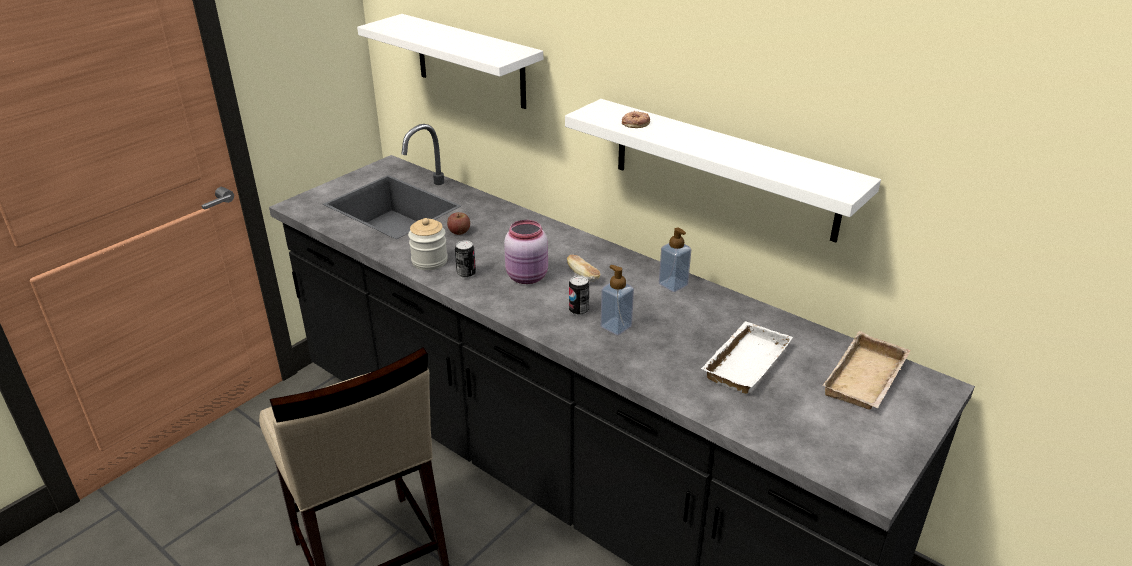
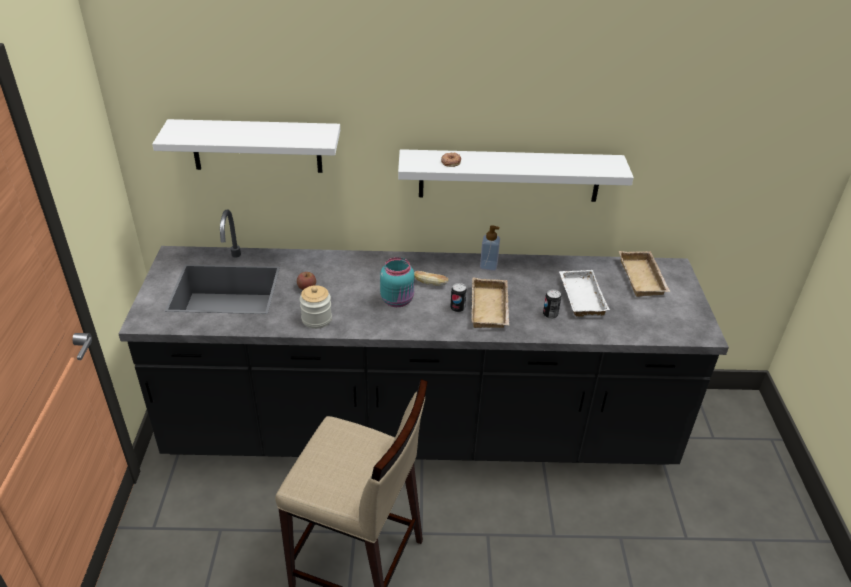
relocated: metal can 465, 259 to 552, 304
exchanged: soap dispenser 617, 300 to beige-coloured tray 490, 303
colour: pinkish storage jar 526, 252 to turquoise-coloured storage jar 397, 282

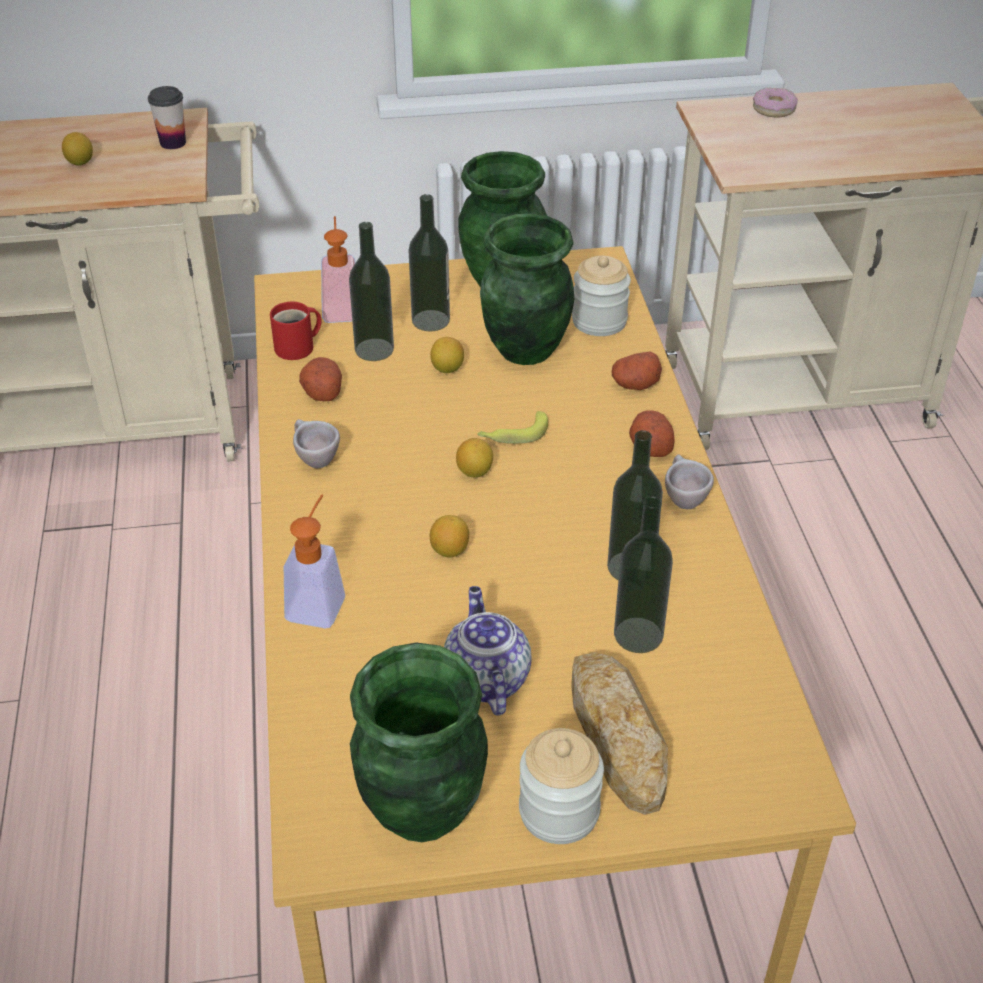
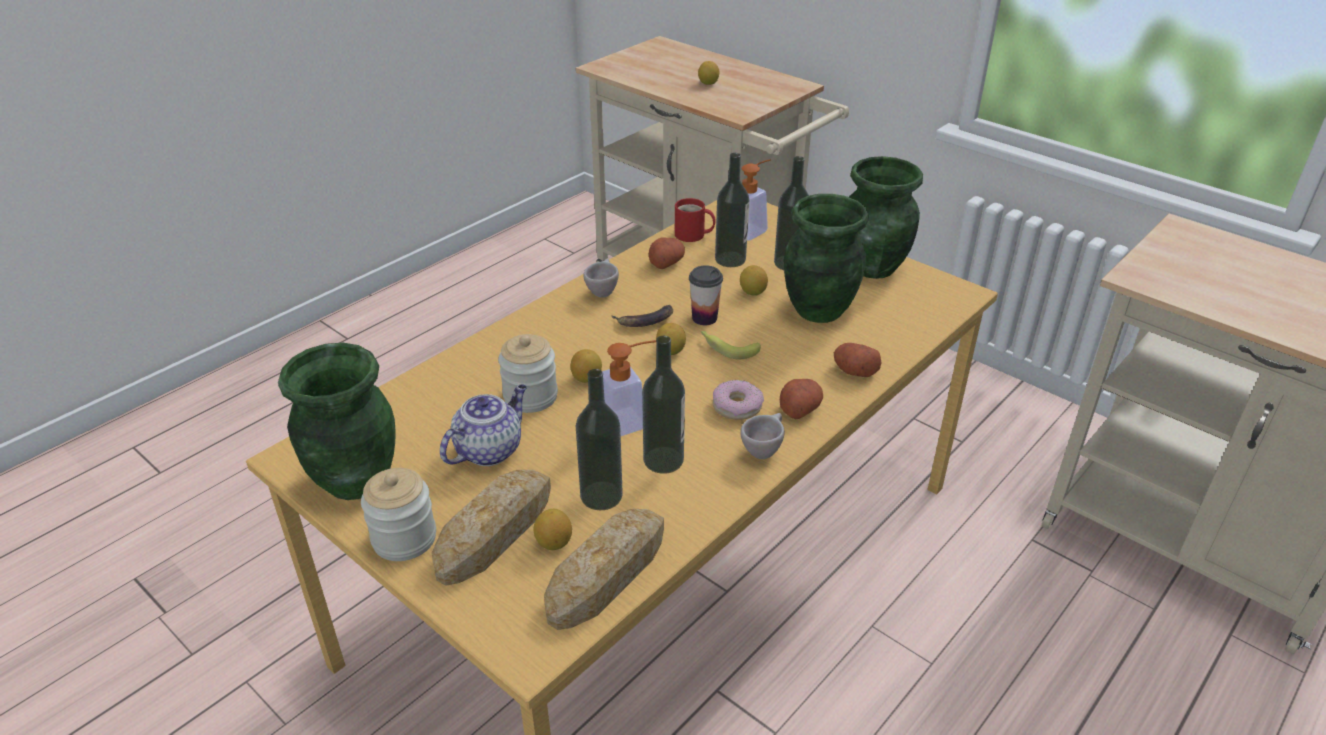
appeared: citrus fruit 552, 529; bread 604, 569; whole banana 642, 316
relocated: drinking cup 167, 117 to 706, 295; soap dispenser 314, 561 to 629, 388; storage jar 601, 296 to 528, 373; donut 775, 103 to 738, 400

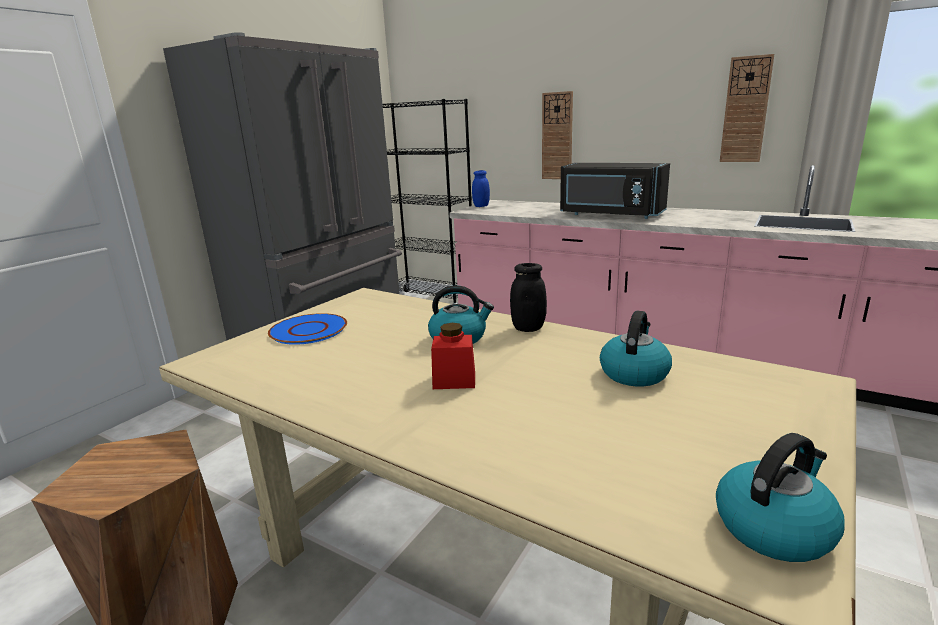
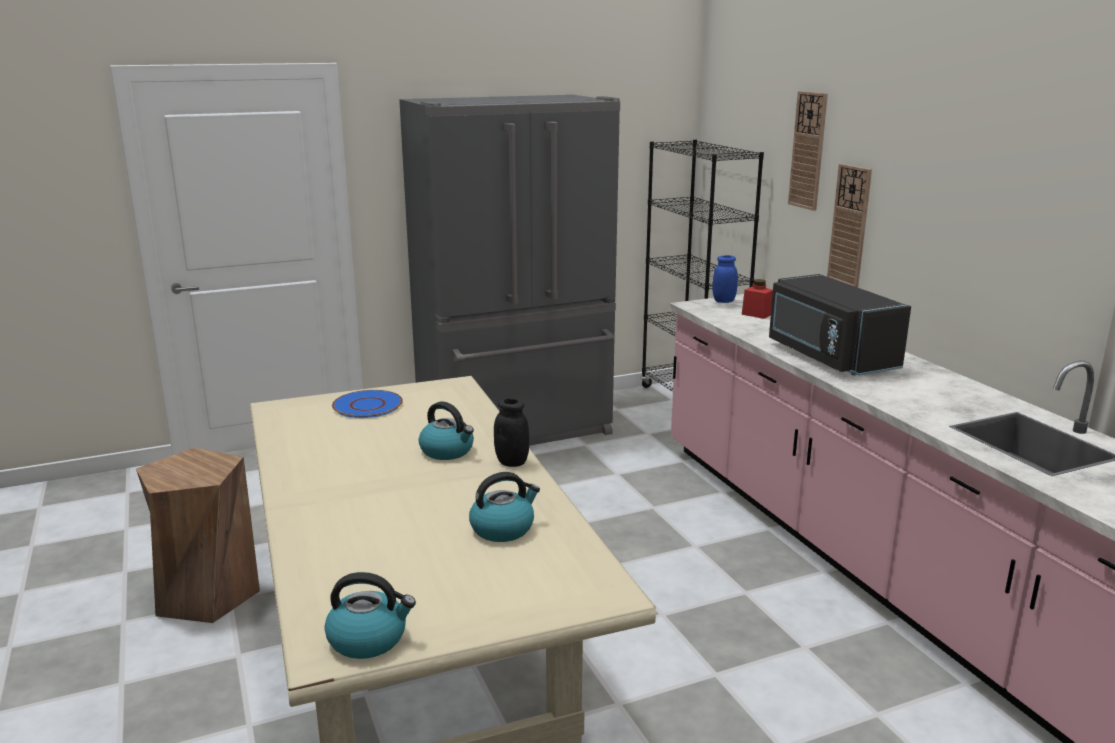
relocated: red-coloured storage jar 453, 356 to 757, 299; clock on the wall 747, 108 to 808, 151

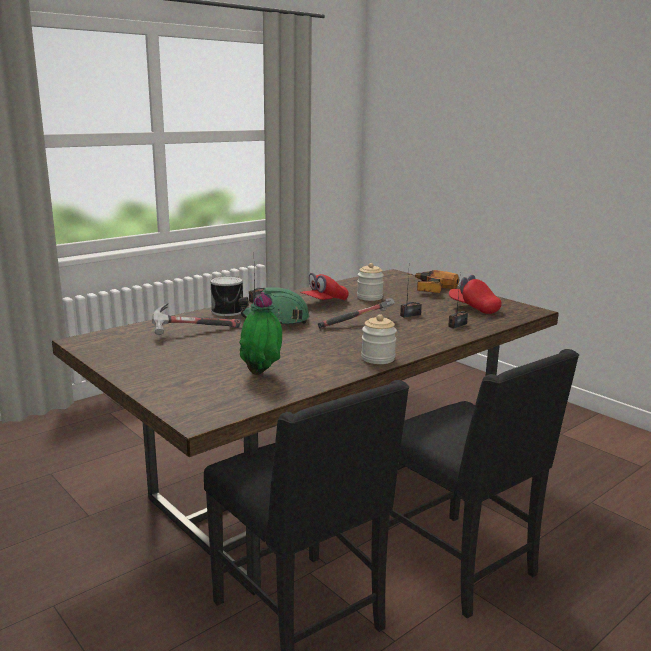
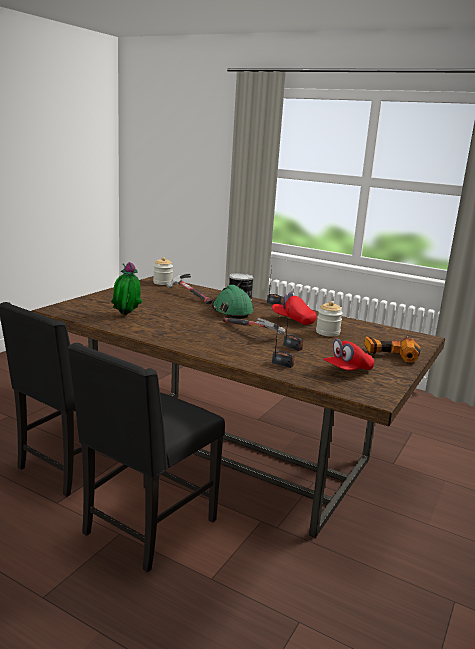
relocated: storage jar 379, 339 to 163, 271
spun: red-coloured peaked cap 475, 294 = 348, 355 150 degrees counterclockwise

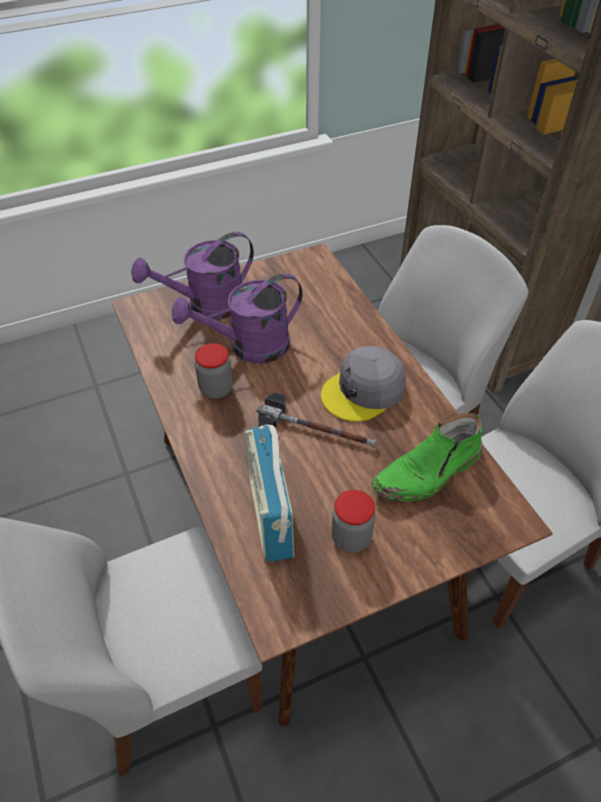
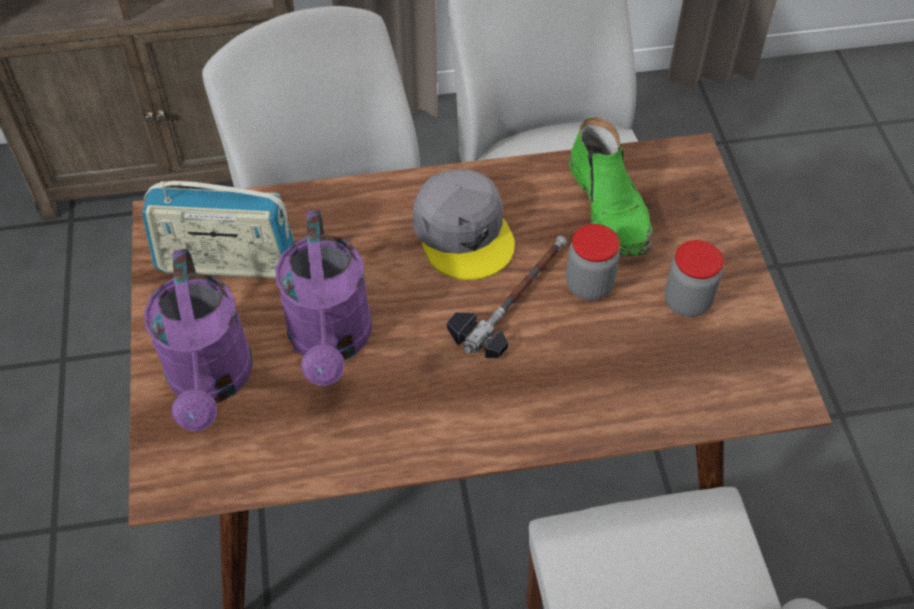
relocated: storage jar 214, 371 to 593, 262; radio receiver 269, 493 to 218, 229

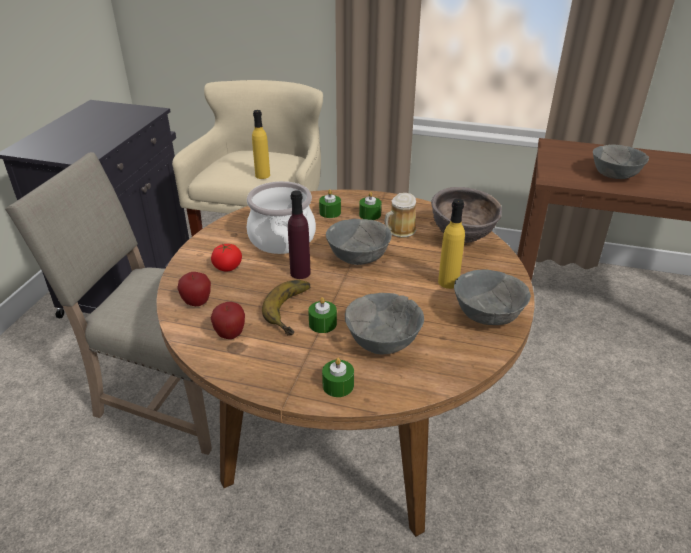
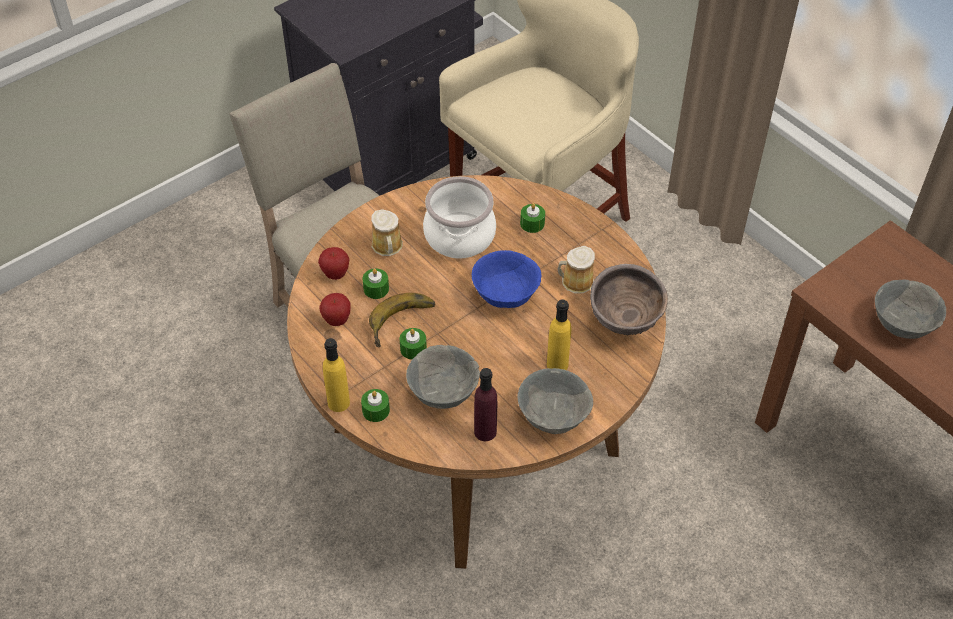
relocated: yellowish beverage bottle 261, 144 to 336, 375; purple beverage bottle 299, 234 to 485, 404; green-coloured wax candle 370, 205 to 375, 284
exchanged: tomato 226, 257 to mug 387, 232
colour: greyish bowl 359, 242 to bluish bowl 507, 279

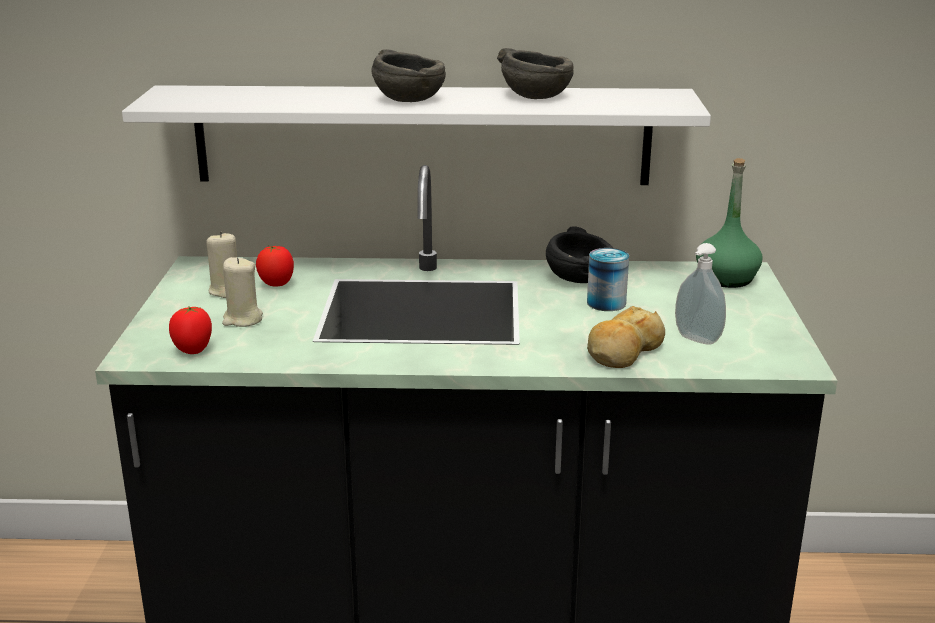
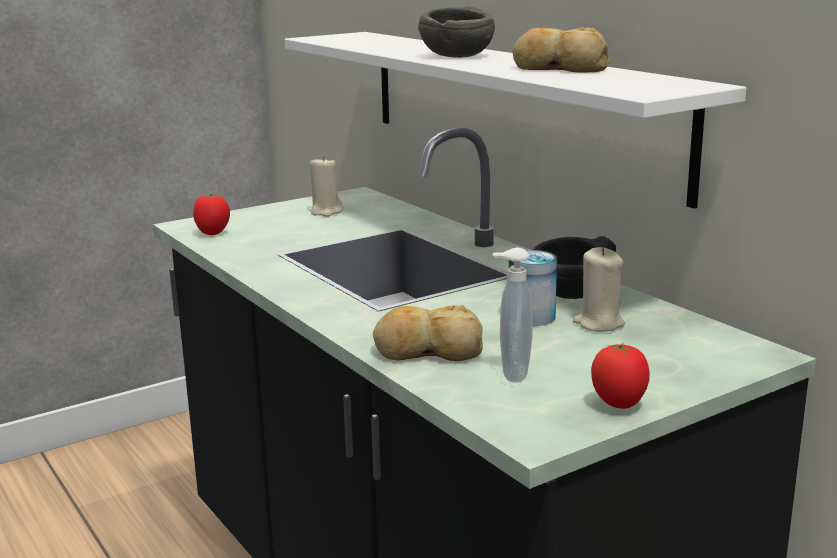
missing: green-coloured beverage bottle 729, 223
relocated: beige-coloured wax candle 242, 292 to 599, 289; tomato 275, 266 to 620, 376
exchanged: greyish bowl 535, 73 to bread 561, 50

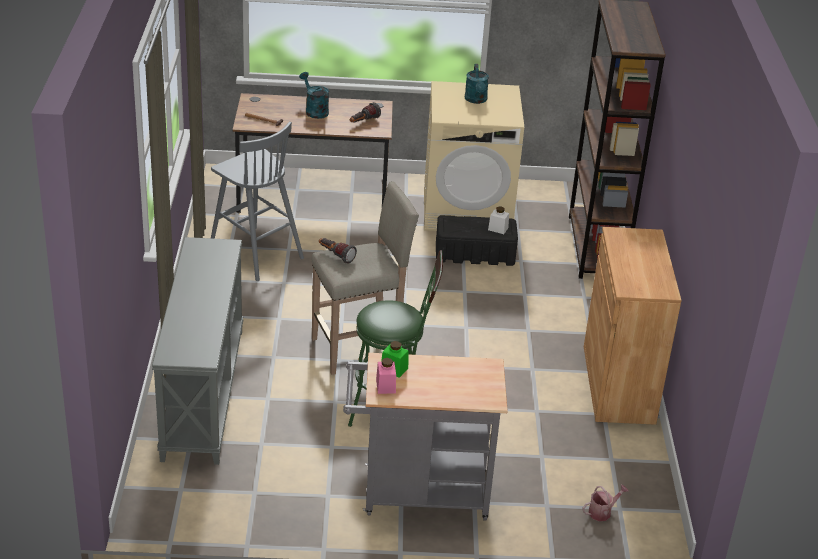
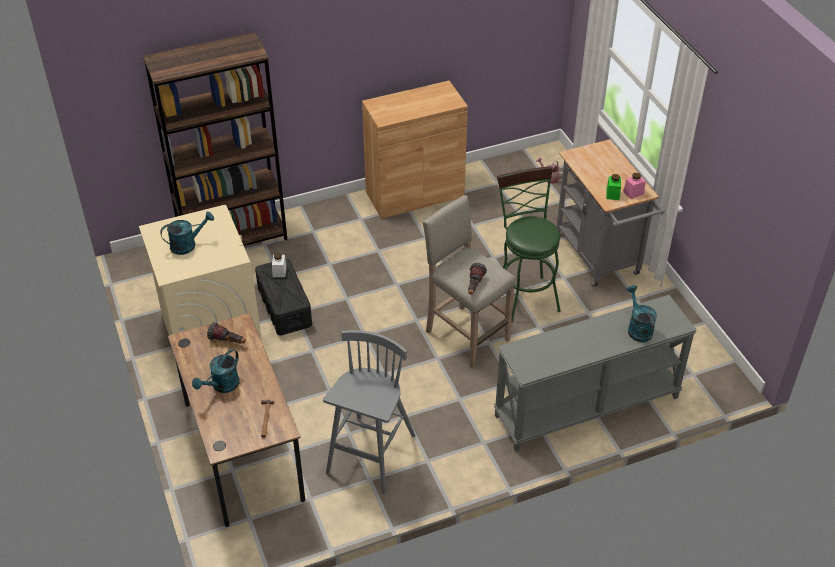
appeared: turquoise-coloured sprinkling can 642, 313

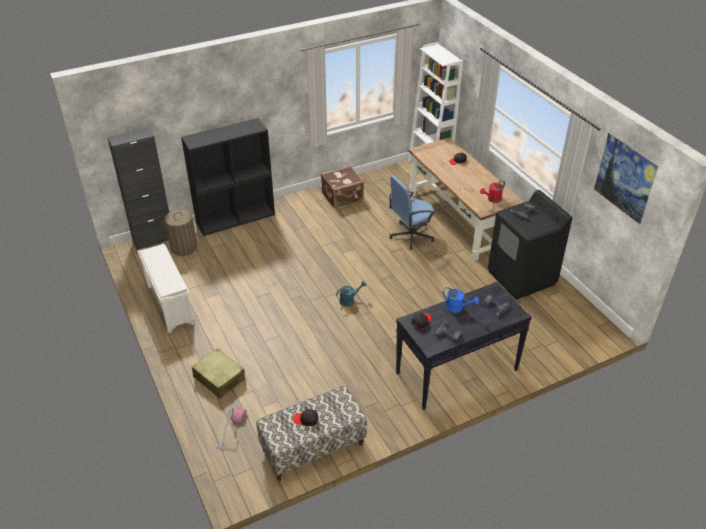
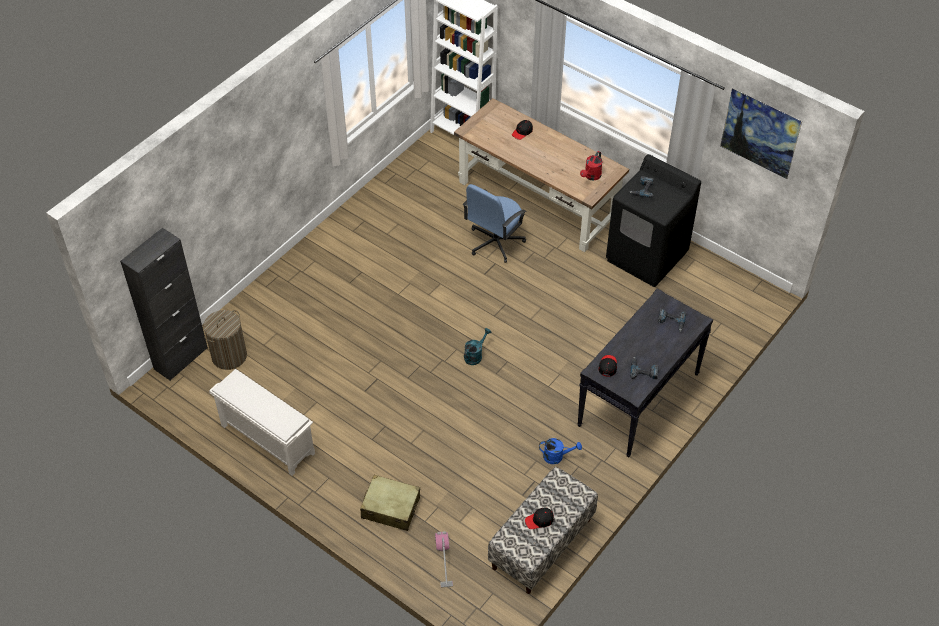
missing: blackish shelving unit 228, 177; brown travel case 342, 186
relocated: bluish sprinkling can 461, 300 to 560, 451

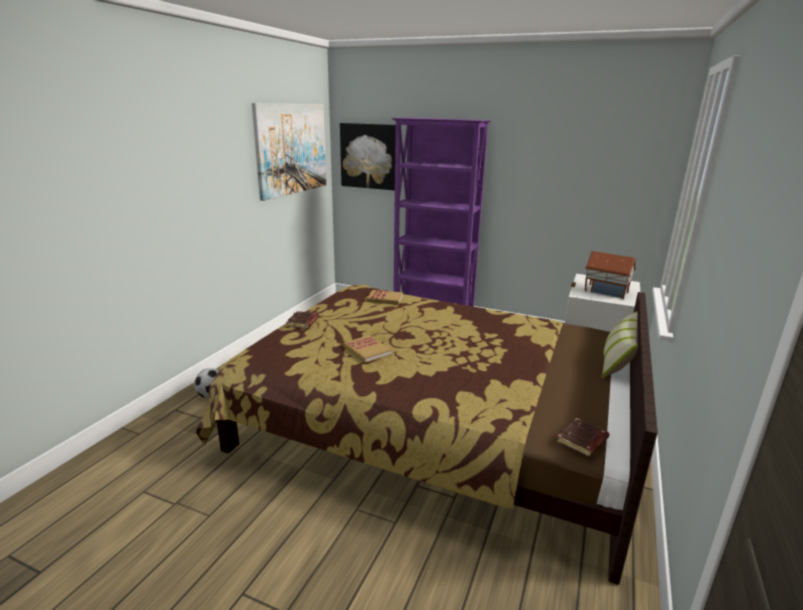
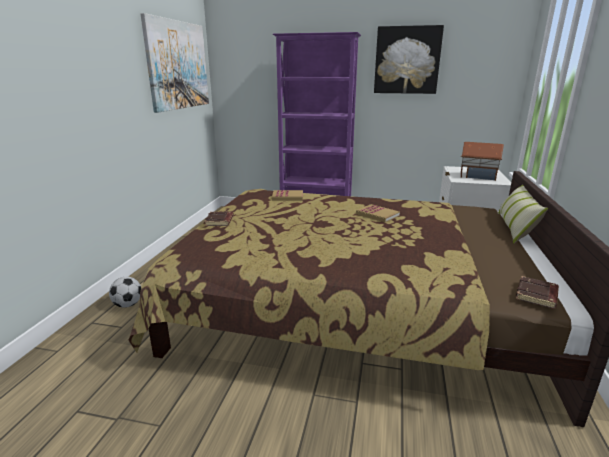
relocated: wall picture 368, 156 to 409, 59; volume 367, 349 to 378, 213

